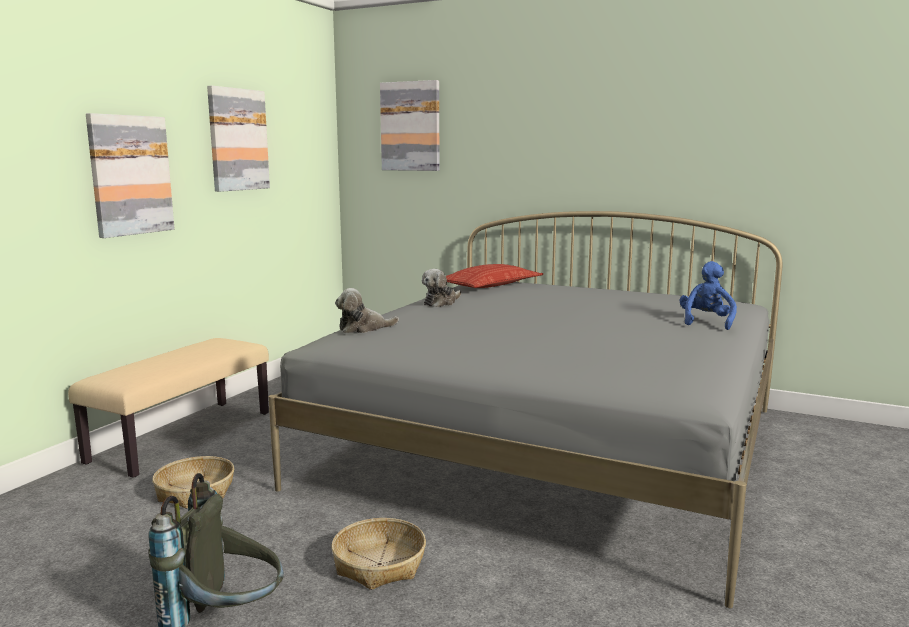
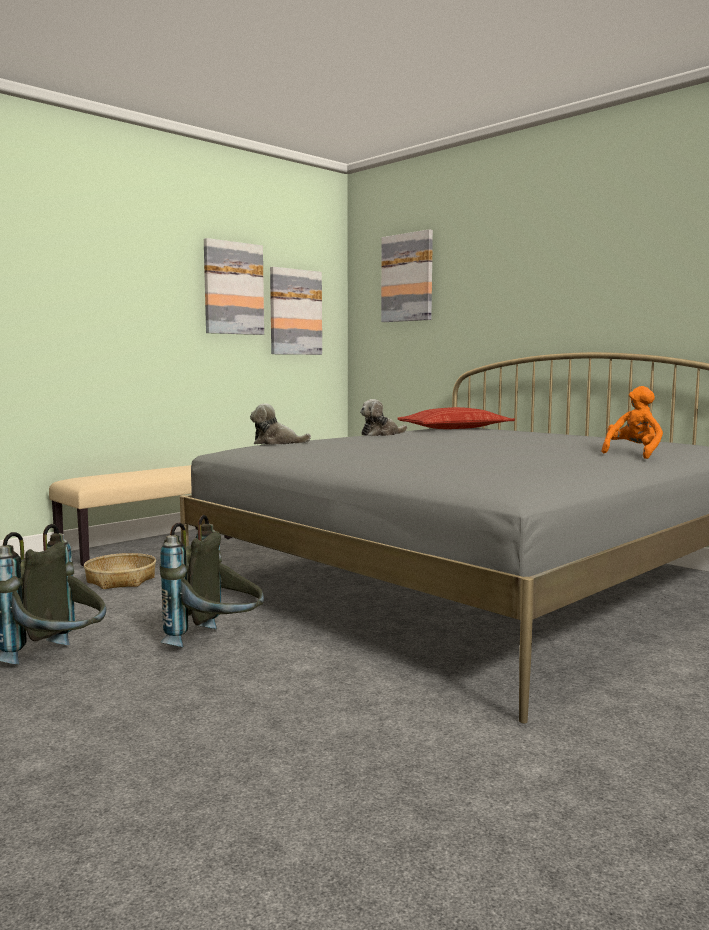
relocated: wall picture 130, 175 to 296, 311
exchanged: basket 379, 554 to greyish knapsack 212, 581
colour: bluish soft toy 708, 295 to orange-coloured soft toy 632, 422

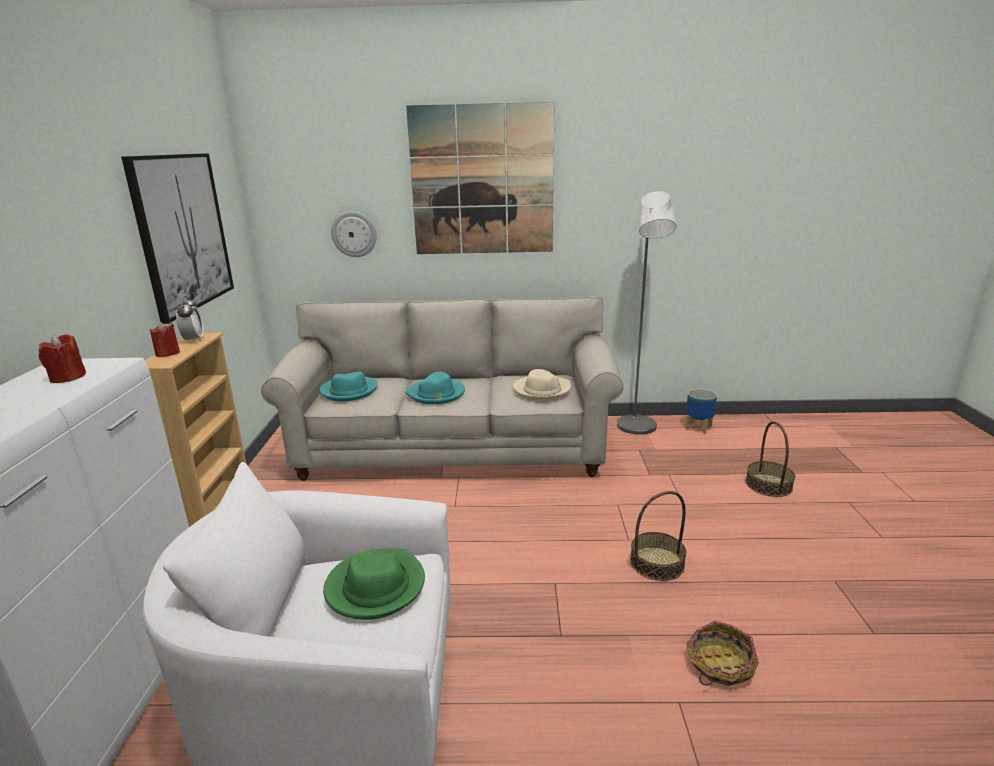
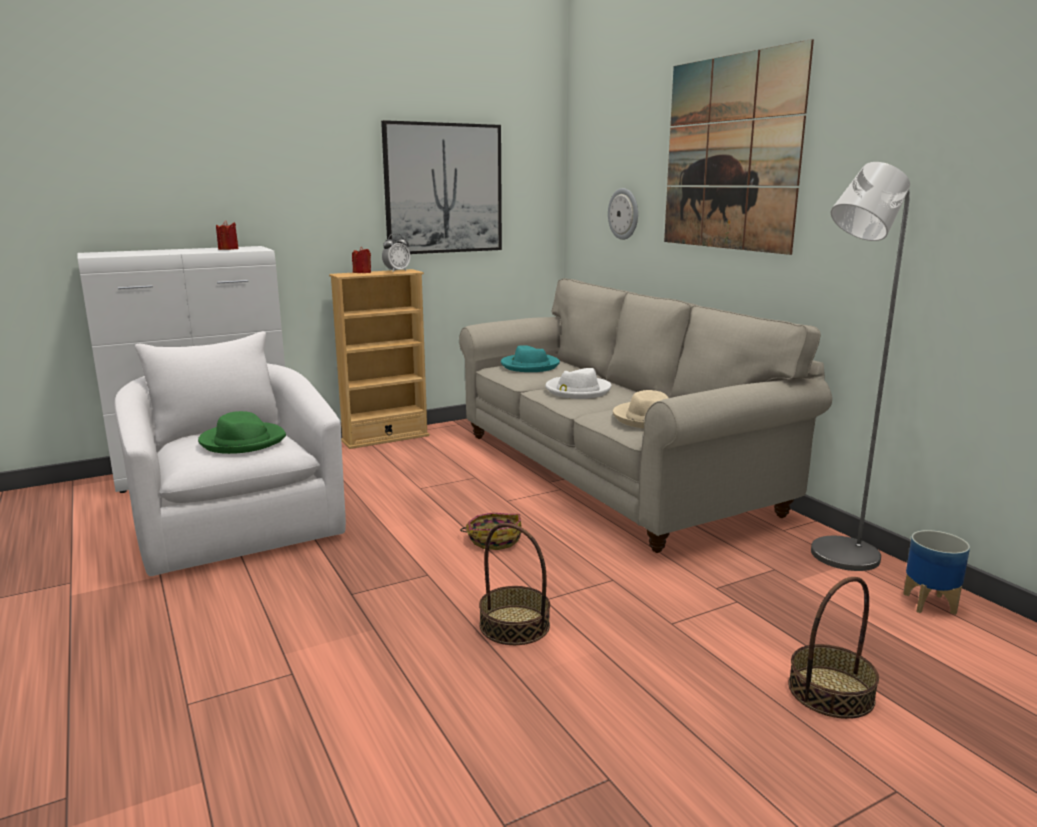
relocated: basket 722, 653 to 491, 531
colour: turquoise-coloured hat 435, 388 to white-coloured hat 578, 383

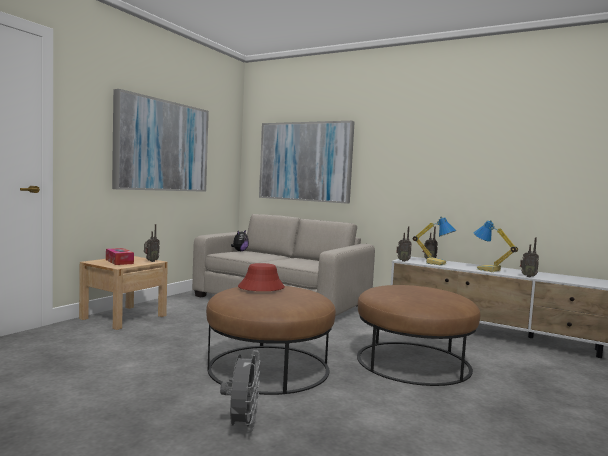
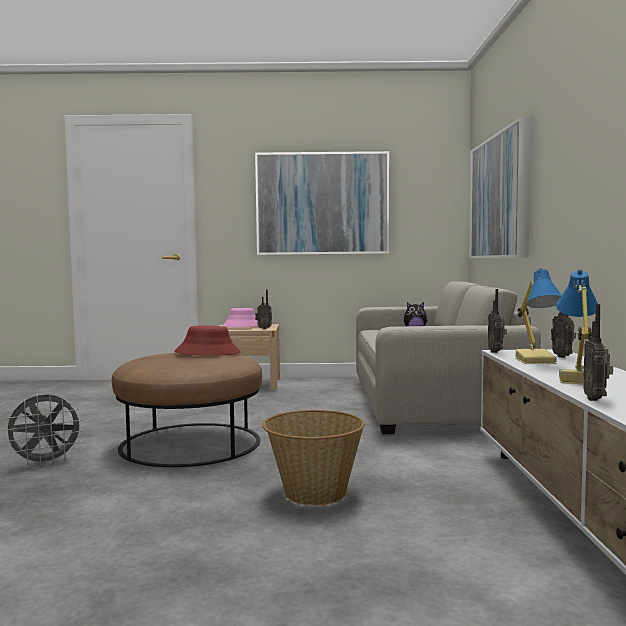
exchanged: box of tissues 120, 256 to pinkish hat 240, 317; brown ottoman 418, 335 to basket 313, 458

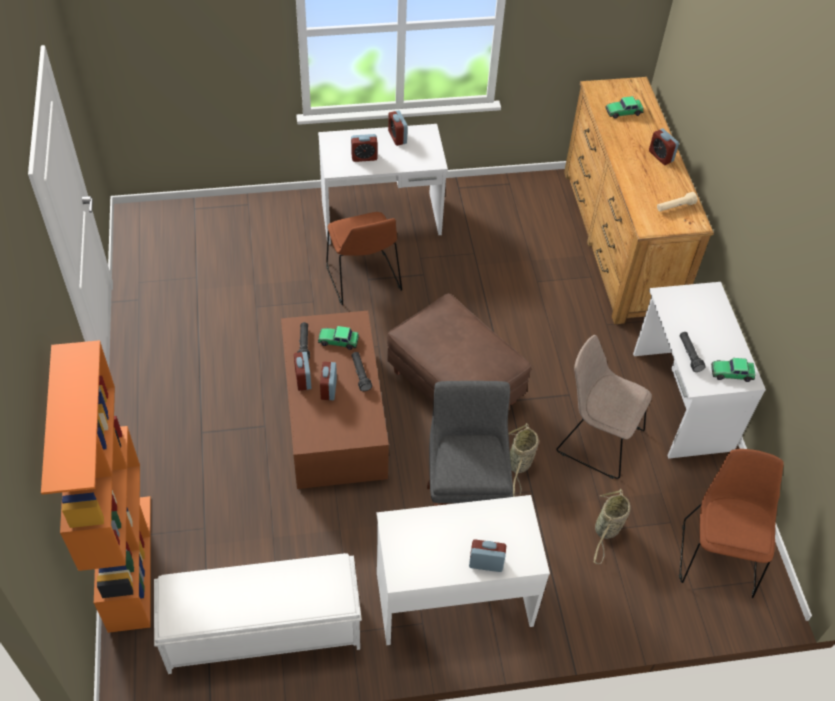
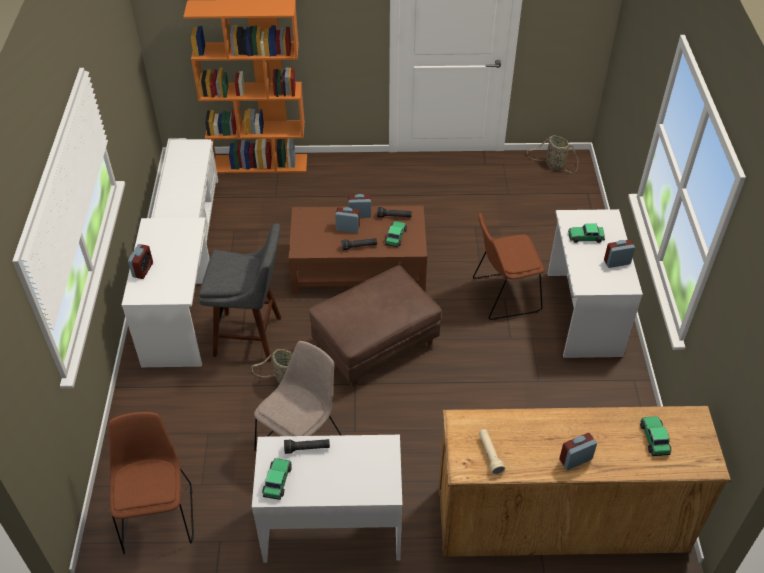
relocated: basket 612, 526 to 552, 154
exchanged: table clock 364, 148 to model car 586, 233
spun: brown chair 731, 523 = 151, 483 120 degrees counterclockwise

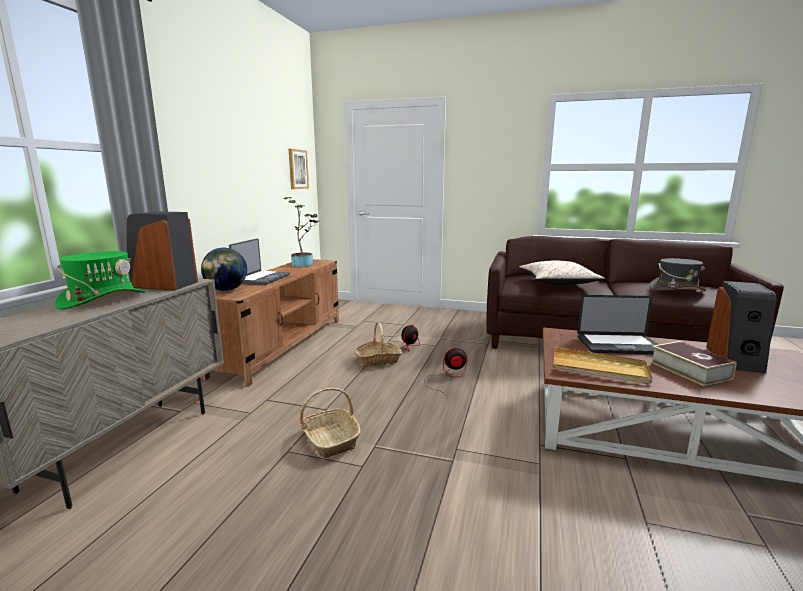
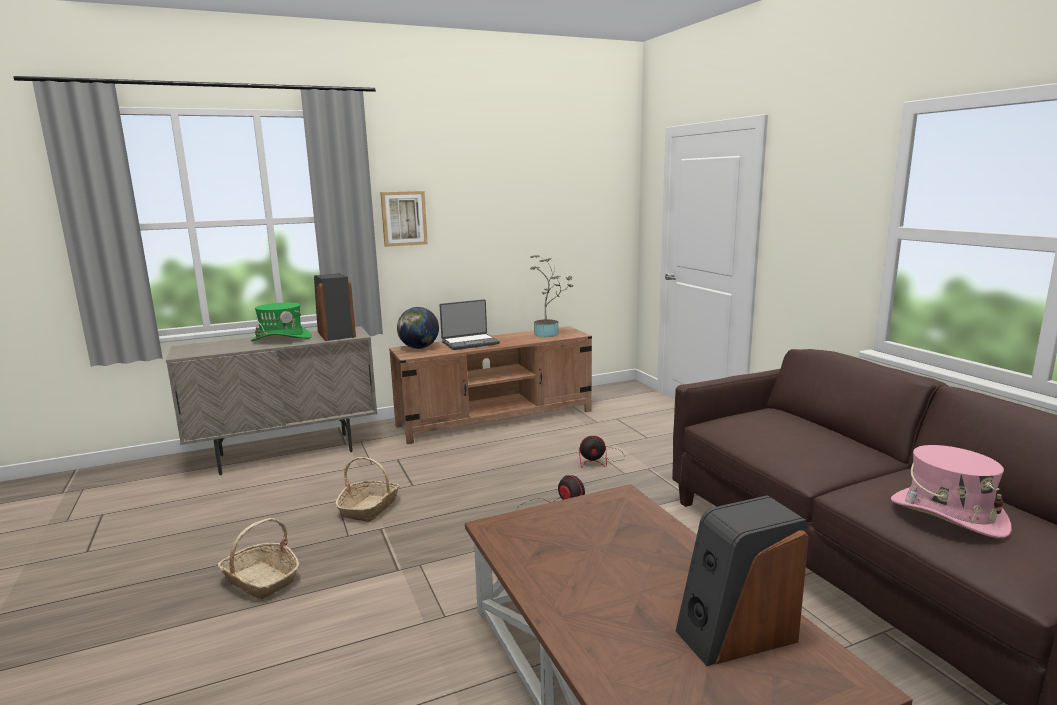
missing: beige-coloured cushion 562, 273; beige-coloured tray 602, 366; notebook computer 618, 324; volume 693, 363
relocated: wall picture 299, 169 to 404, 219; basket 378, 344 to 258, 558
colour: greyish hat 677, 274 to pinkish hat 951, 491

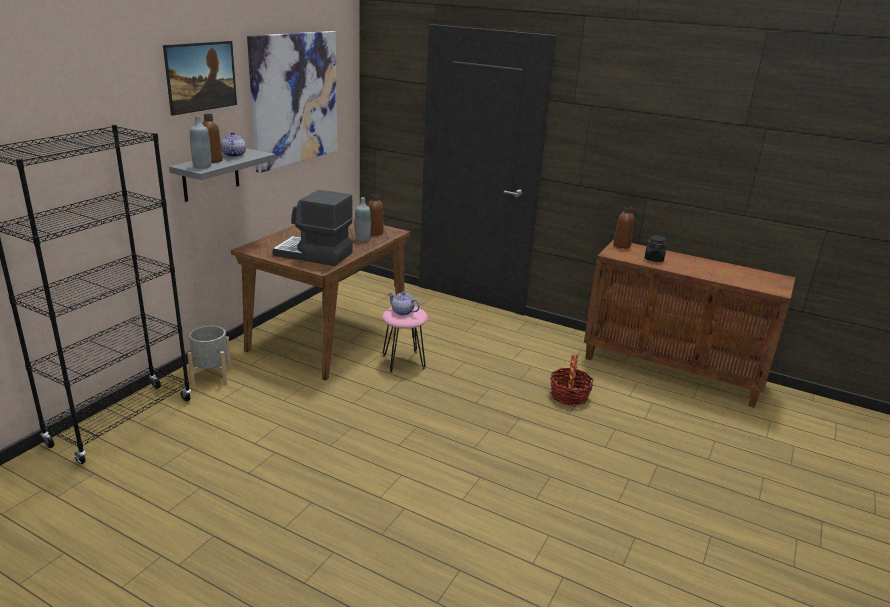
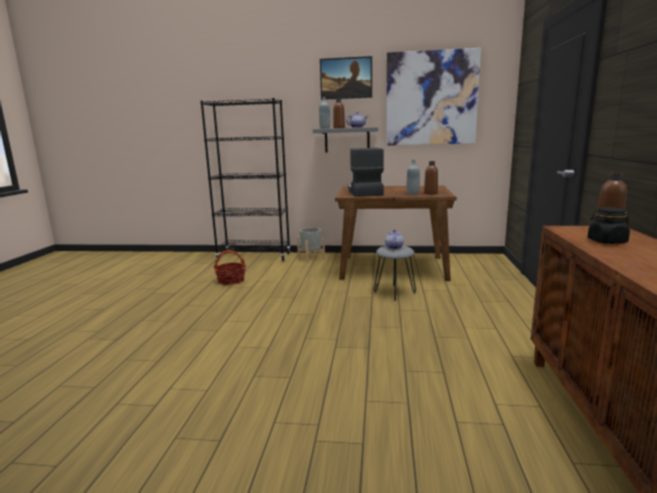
relocated: basket 572, 380 to 230, 267
colour: pinkish stool seat 405, 339 to greyish stool seat 395, 273

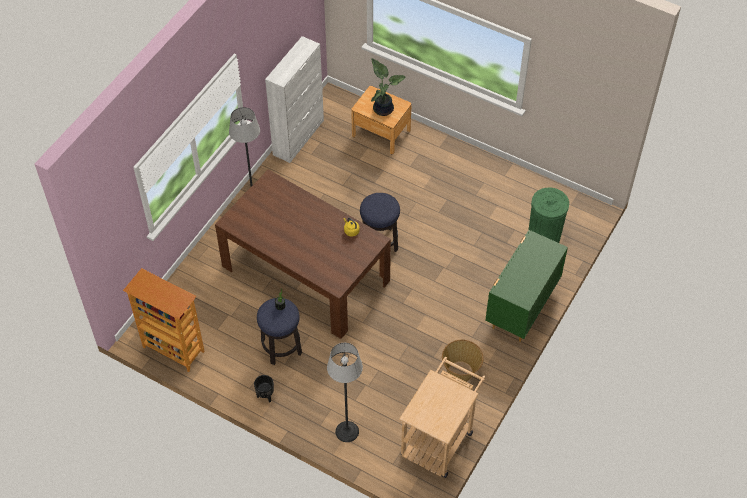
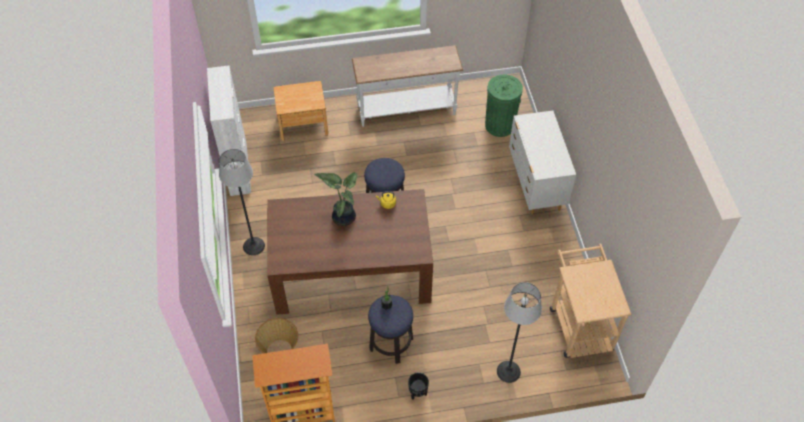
appeared: white-coloured hall table 407, 86
relocated: plant in a pot 388, 87 to 335, 199; basket 462, 361 to 276, 336
colour: green-coloured chest of drawers 526, 286 to white-coloured chest of drawers 542, 162

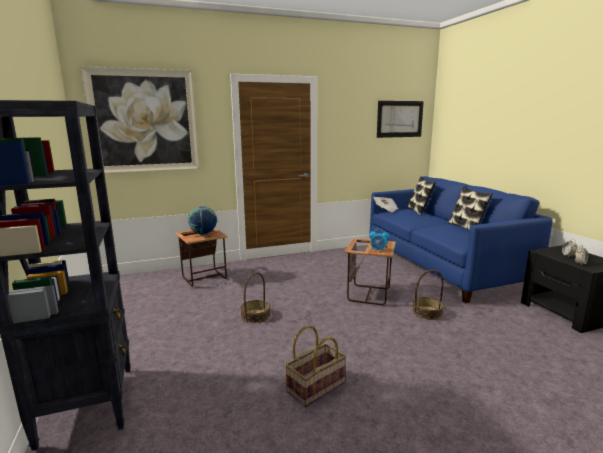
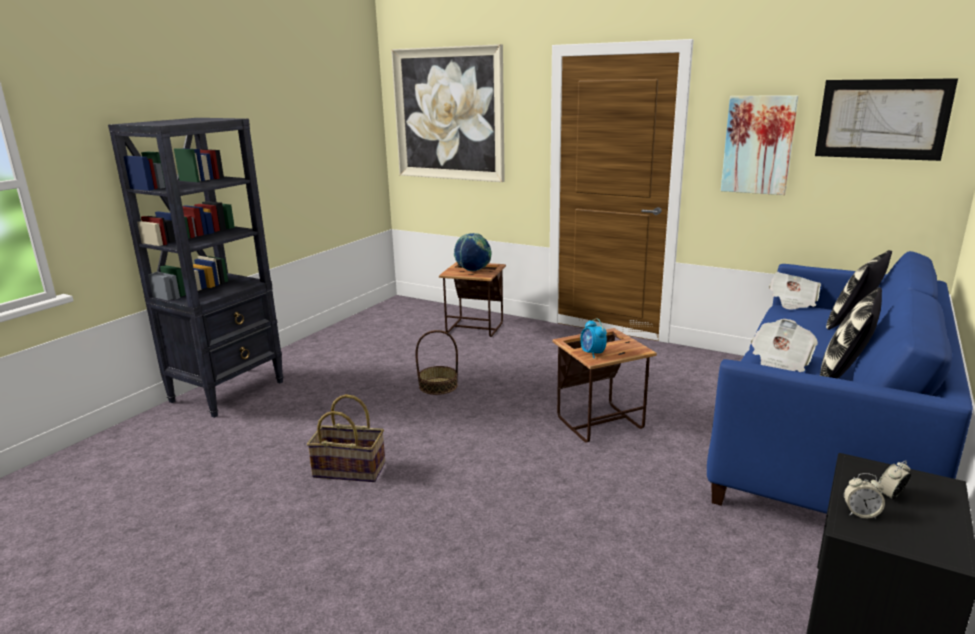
missing: basket 428, 295
appeared: wall picture 760, 145; daily paper 784, 345

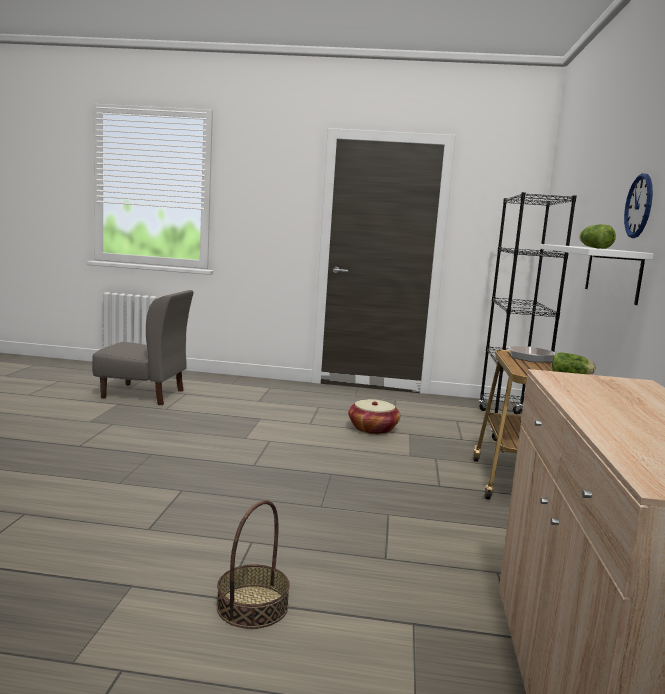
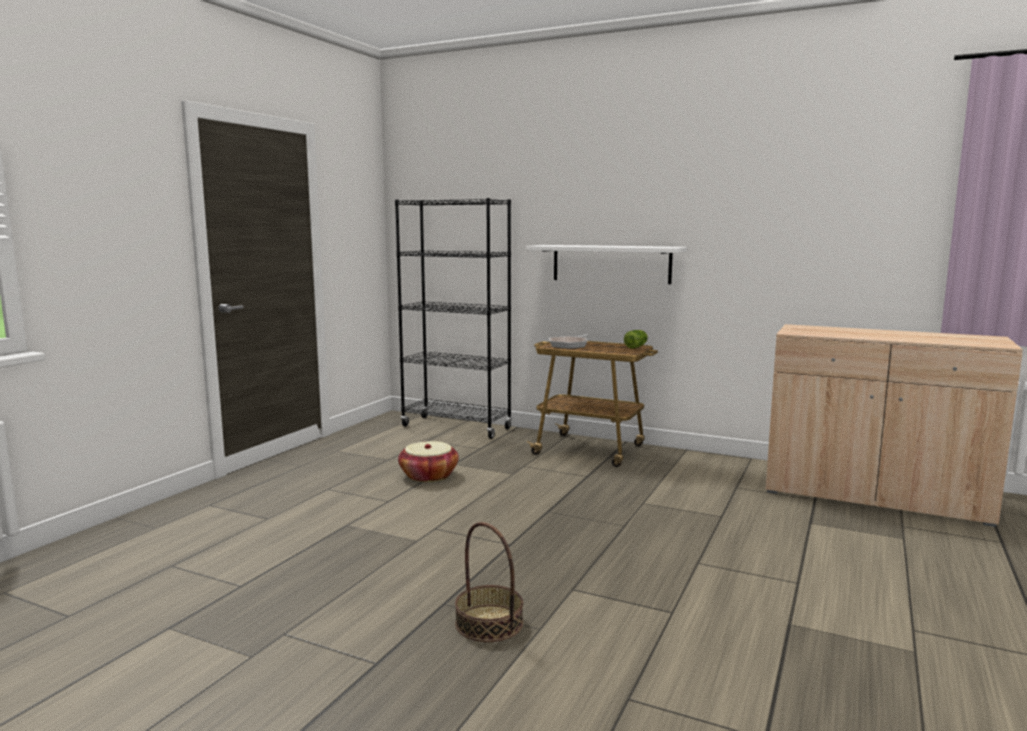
missing: greyish chair 142, 347; head of lettuce 597, 236; clock on the wall 638, 205
relocated: basket 253, 564 to 489, 582

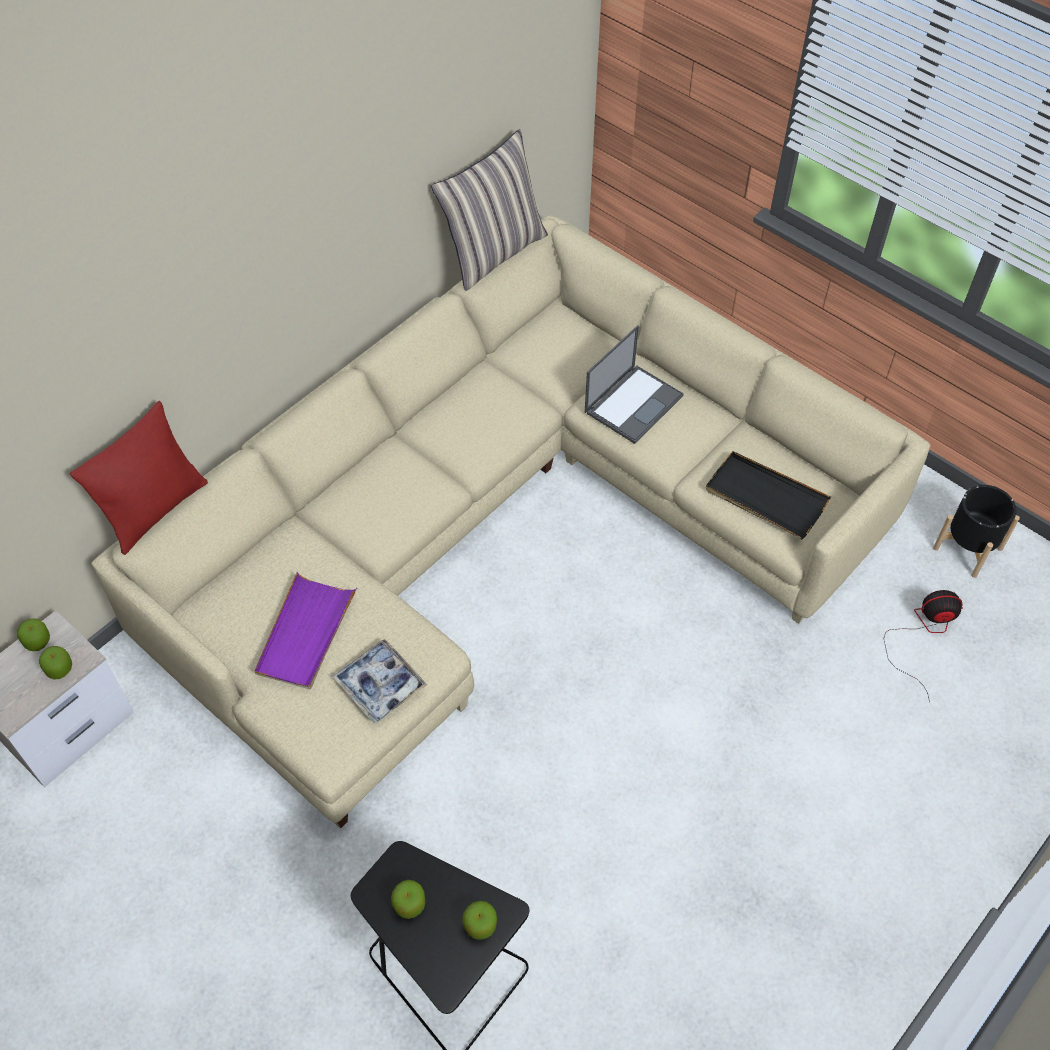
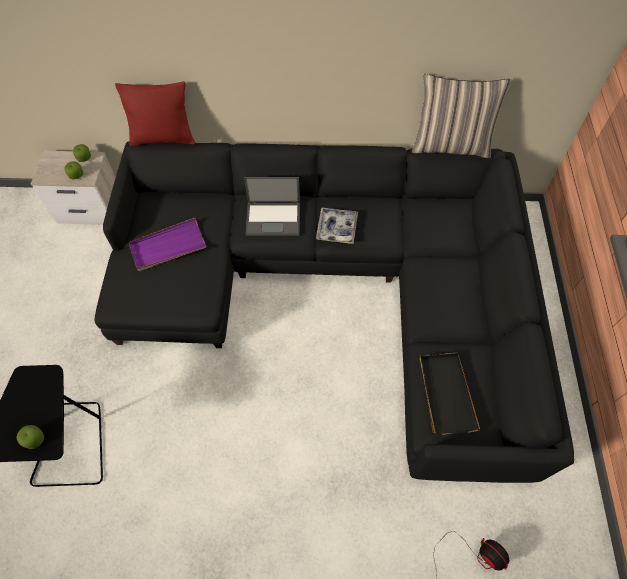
missing: apple fruit 408, 899; blackish flower pot 976, 531
relocated: tray 379, 681 to 337, 226; notebook computer 634, 384 to 272, 206
colour: beige-coloured couch 510, 521 to blackish couch 334, 312

